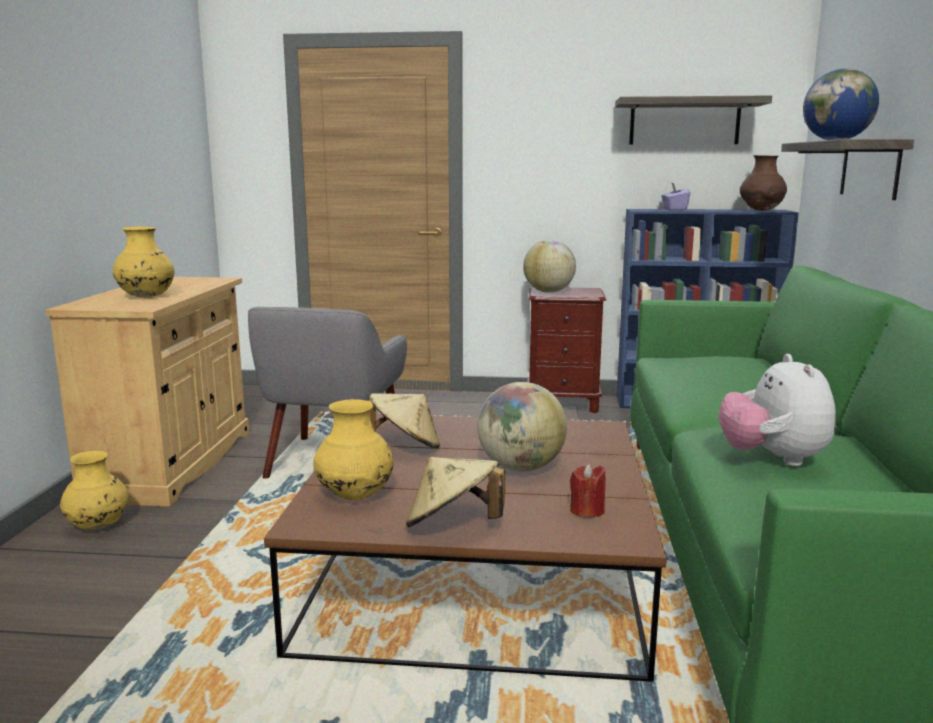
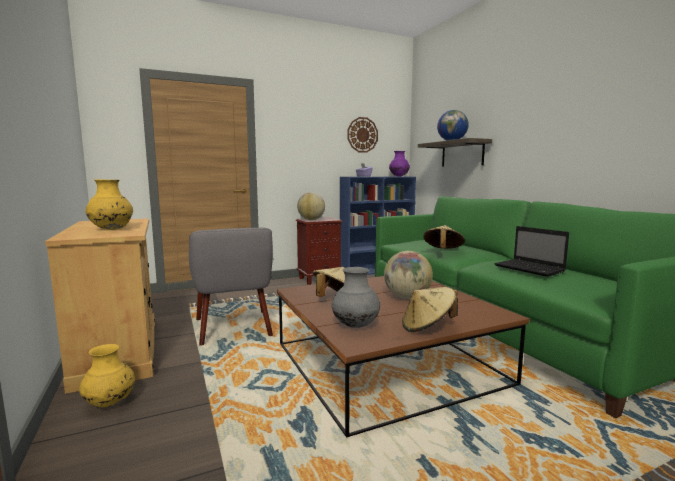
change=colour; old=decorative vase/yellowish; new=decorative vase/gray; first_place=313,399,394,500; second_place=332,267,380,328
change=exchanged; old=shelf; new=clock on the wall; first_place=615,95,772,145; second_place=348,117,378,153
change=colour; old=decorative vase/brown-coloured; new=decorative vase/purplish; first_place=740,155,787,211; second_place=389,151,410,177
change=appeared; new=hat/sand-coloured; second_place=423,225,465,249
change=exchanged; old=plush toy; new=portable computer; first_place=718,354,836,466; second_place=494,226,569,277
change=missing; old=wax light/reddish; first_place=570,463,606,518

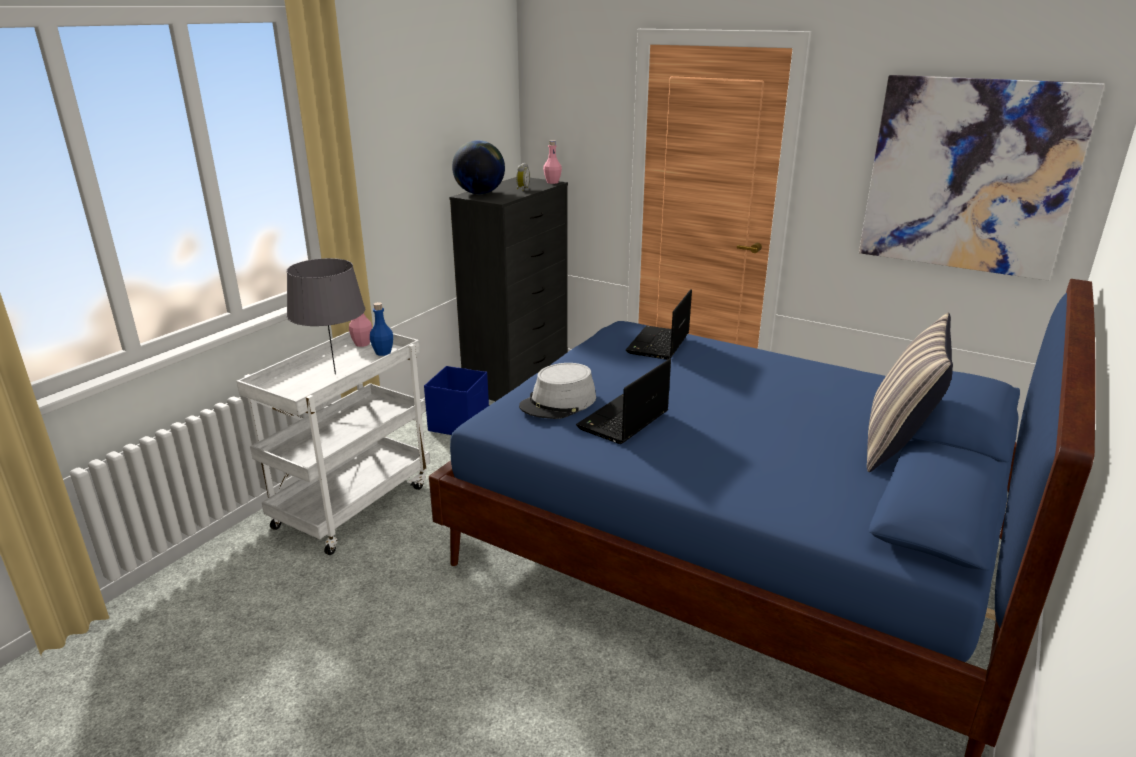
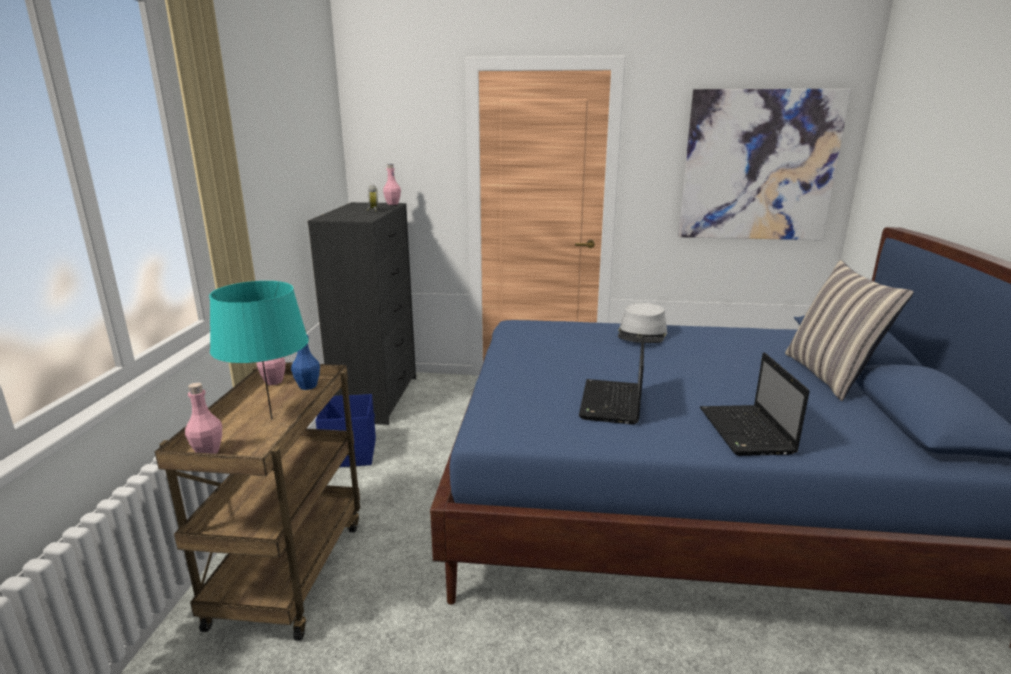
change=colour; old=trolley/white-coloured; new=trolley/brown-coloured; first_place=236,332,430,555; second_place=155,362,360,641
change=appeared; new=drink bottle/pink-coloured; second_place=185,382,222,454
change=colour; old=lamp for a table/gray; new=lamp for a table/turquoise-coloured; first_place=287,258,365,375; second_place=209,281,309,419
change=relocated; old=hat/gray; first_place=519,363,596,419; second_place=618,303,667,343
change=relocated; old=portable computer; first_place=626,289,692,360; second_place=700,352,810,456
change=missing; old=desk globe; first_place=452,140,505,194

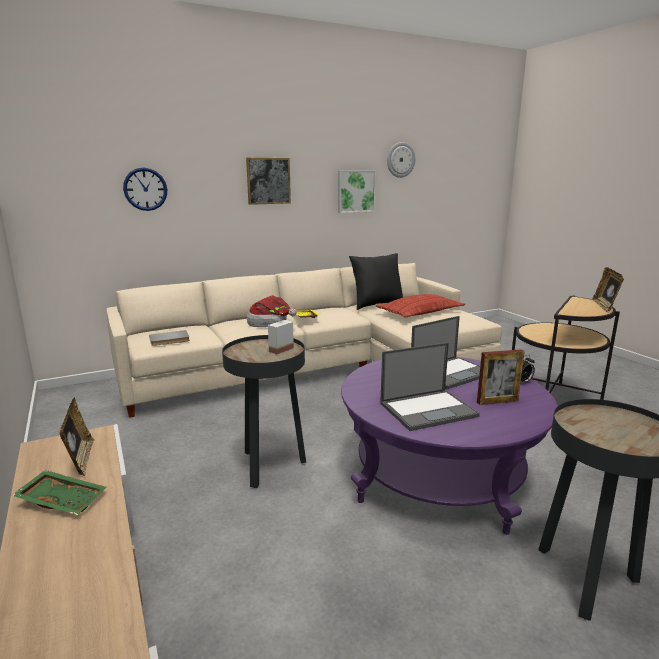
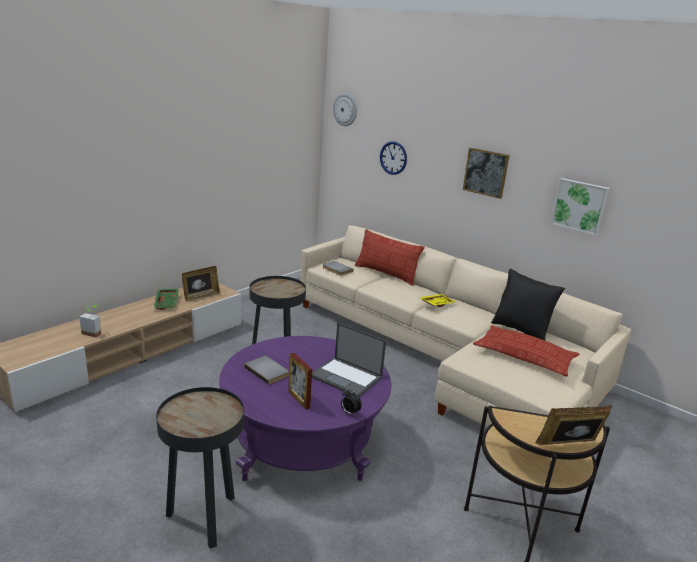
change=relocated; old=plant in a pot; first_place=268,306,294,354; second_place=80,305,101,338
change=exchanged; old=portable computer; new=volume/gray; first_place=380,342,480,431; second_place=244,356,289,385
change=relocated; old=clock on the wall; first_place=387,142,416,178; second_place=333,93,357,126
change=appeared; new=cushion; second_place=355,229,424,286
change=missing; old=hat; first_place=247,295,297,327

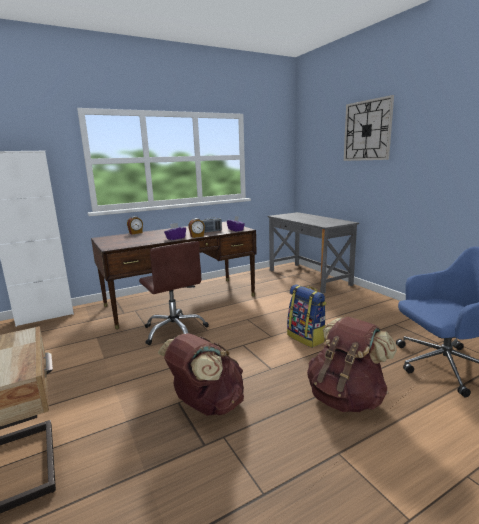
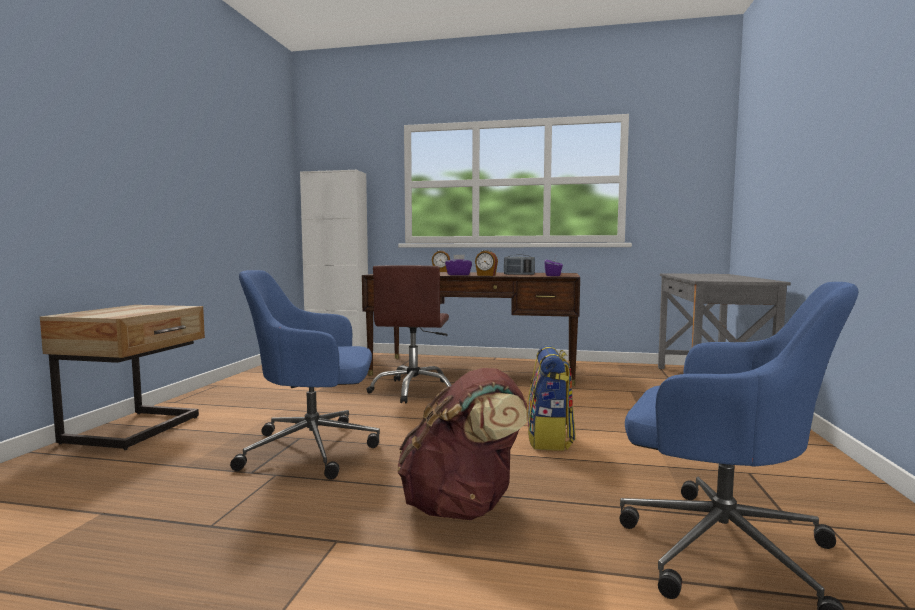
change=exchanged; old=rucksack/brown-coloured; new=desk chair/bluish; first_place=158,333,244,416; second_place=230,270,380,480
change=missing; old=clock on the wall; first_place=344,95,394,161

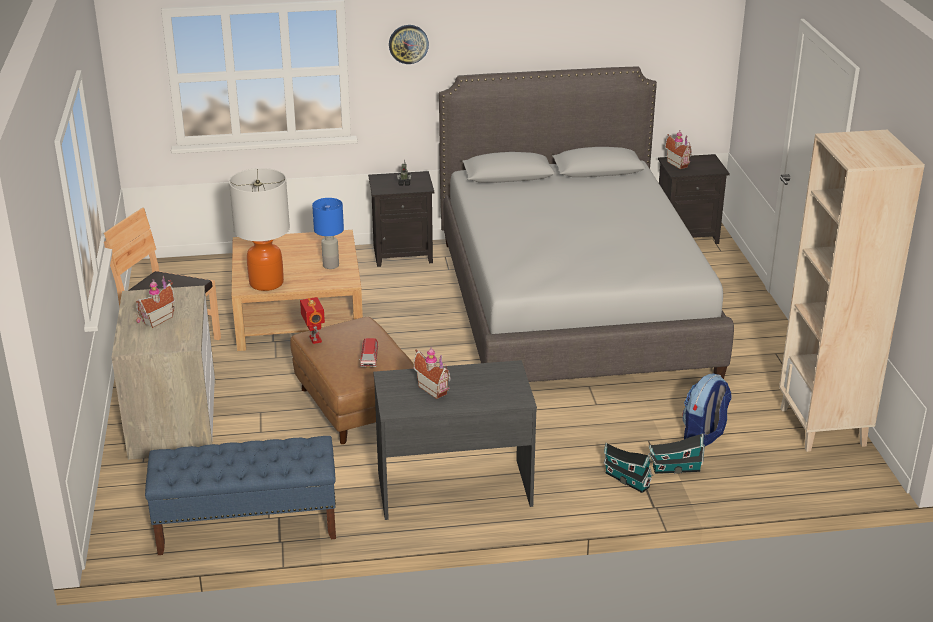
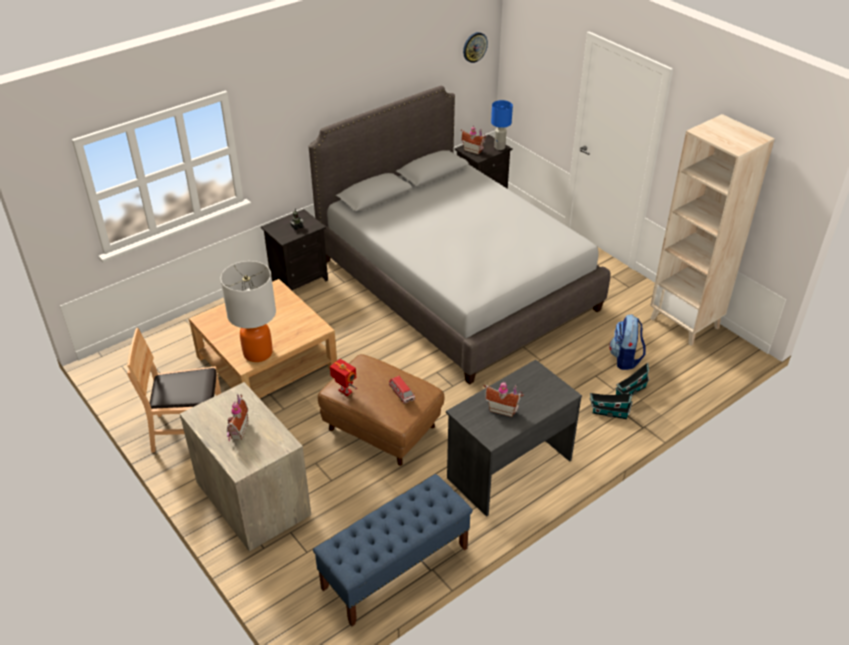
change=relocated; old=clock on the wall; first_place=389,25,429,64; second_place=463,32,488,63
change=relocated; old=lamp for a table/bluish; first_place=312,198,344,269; second_place=491,100,513,150

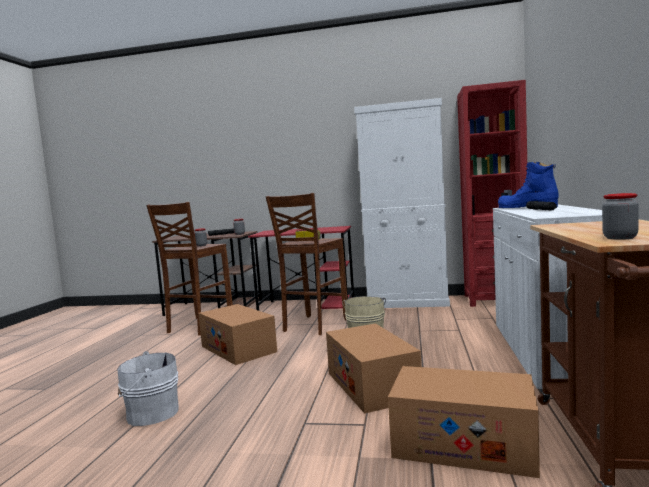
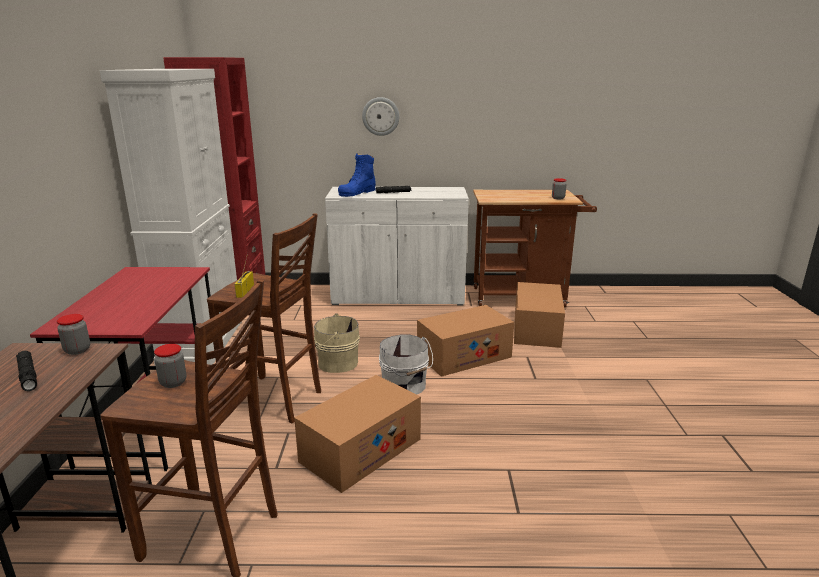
change=appeared; new=clock on the wall; second_place=362,97,399,136
change=relocated; old=pail/white-coloured; first_place=117,351,179,426; second_place=379,334,433,394

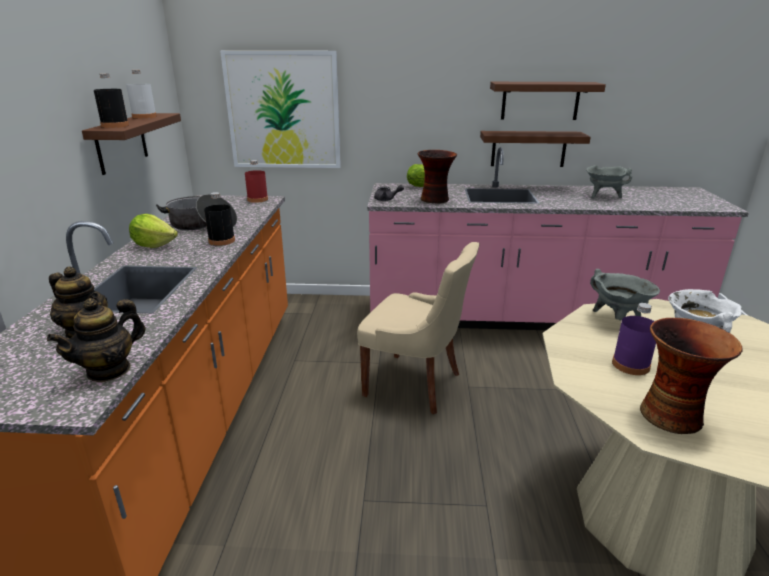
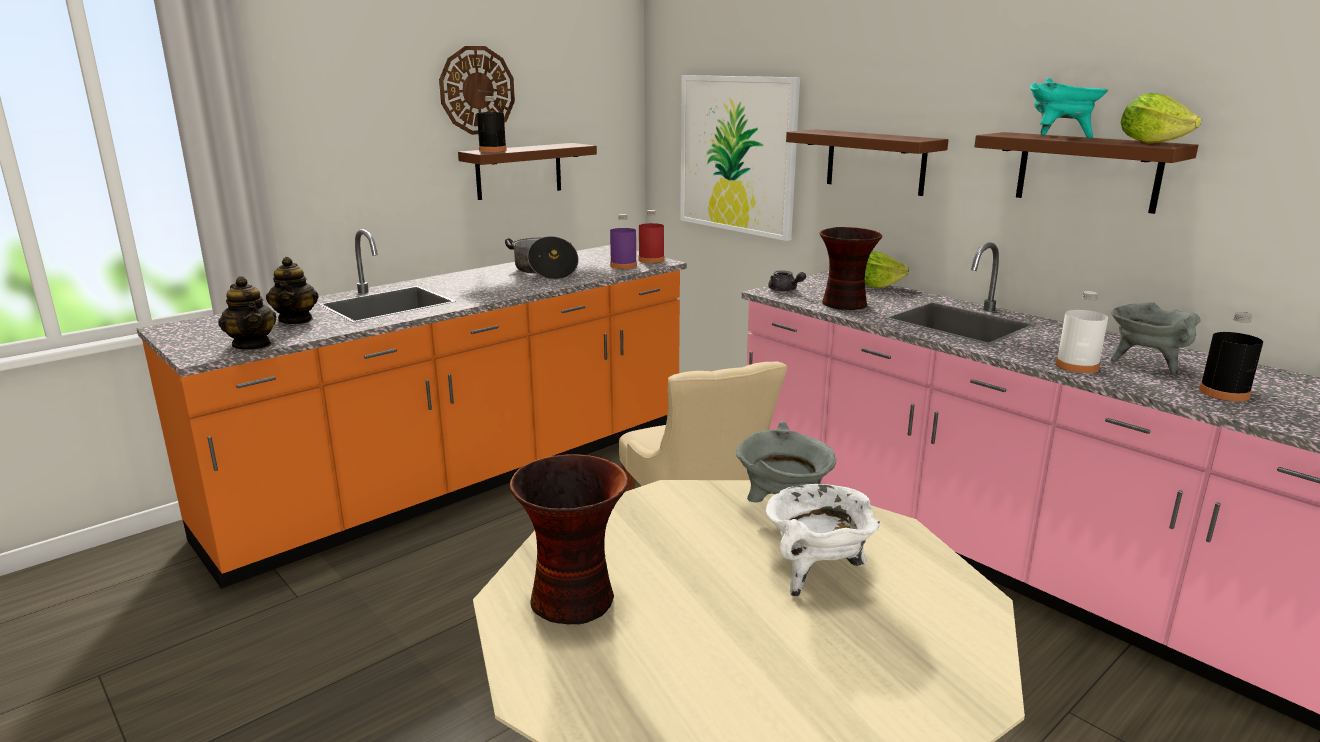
change=spun; old=pot for tea; first_place=47,298,145,382; second_place=218,276,277,350; degrees=-120
change=appeared; new=clock on the wall; second_place=439,46,515,135
change=relocated; old=drink bottle/purplish; first_place=612,303,656,375; second_place=610,214,637,269
change=relocated; old=shelf/brown-coloured; first_place=480,131,591,167; second_place=786,129,949,196
change=appeared; new=saucepot/turquoise-coloured; second_place=1030,78,1108,138
change=relocated; old=drink bottle/white-coloured; first_place=126,70,157,119; second_place=1056,291,1108,373
change=relocated; old=lettuce head; first_place=129,214,178,248; second_place=1121,93,1201,144
change=relocated; old=drink bottle/black-coloured; first_place=204,192,235,246; second_place=1199,312,1263,402

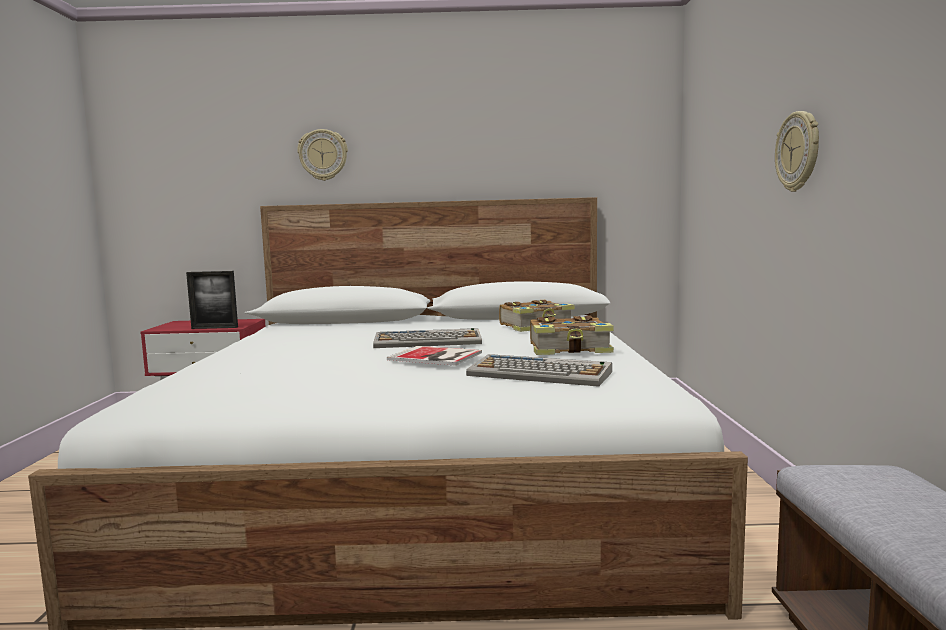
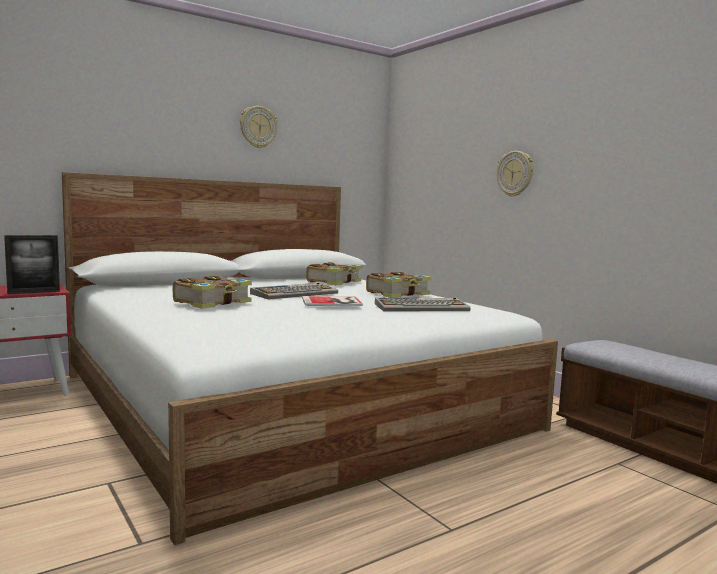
change=appeared; new=volume; second_place=173,276,252,309
change=relocated; old=clock on the wall; first_place=297,129,348,181; second_place=240,106,278,148

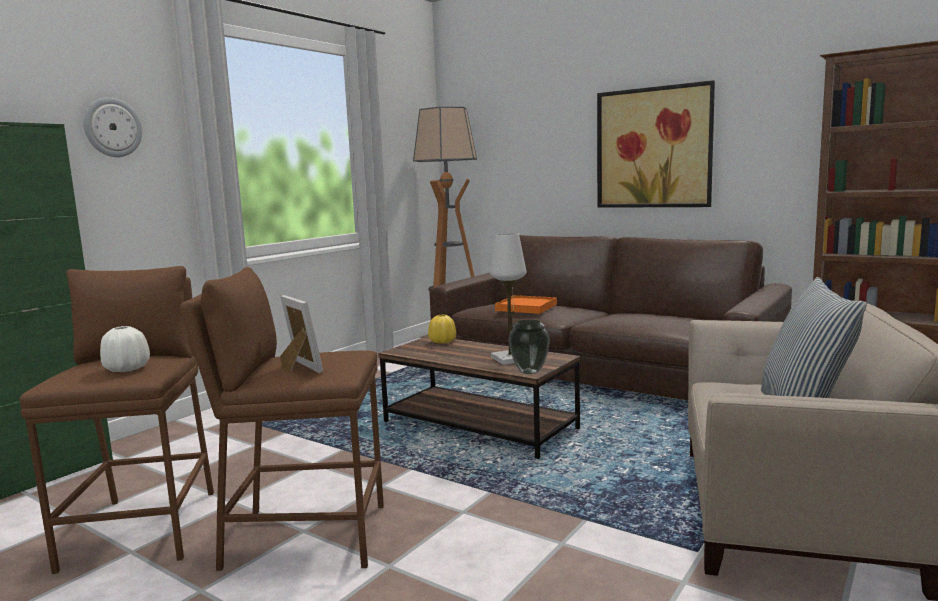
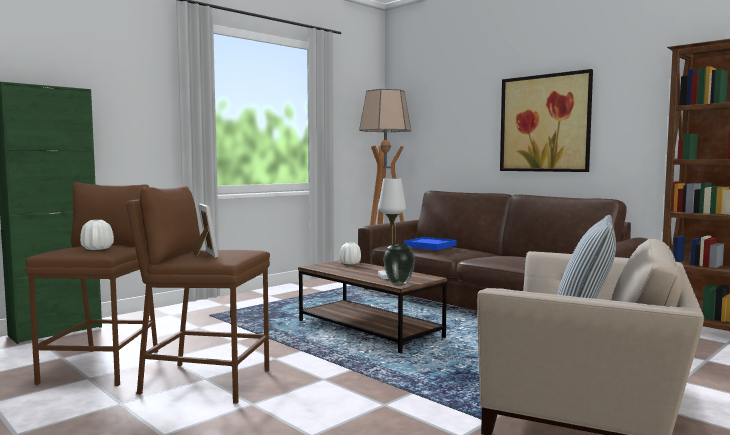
change=colour; old=decorative vase/yellowish; new=decorative vase/white-coloured; first_place=428,315,456,343; second_place=339,242,361,264
change=colour; old=carrying tray/orange-coloured; new=carrying tray/bluish; first_place=495,295,557,314; second_place=404,237,457,250
change=missing; old=clock on the wall; first_place=83,97,142,157

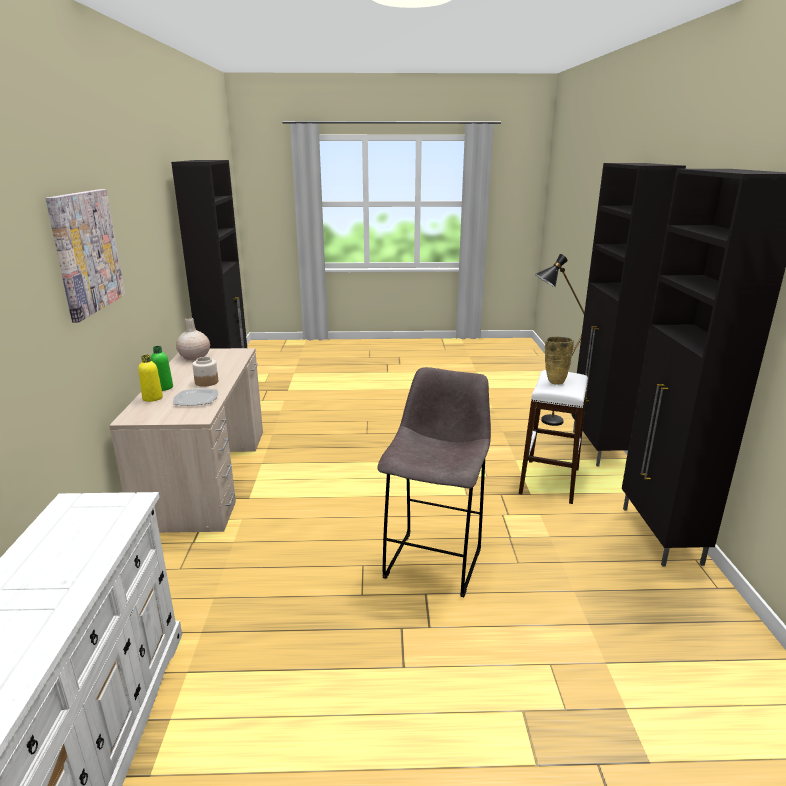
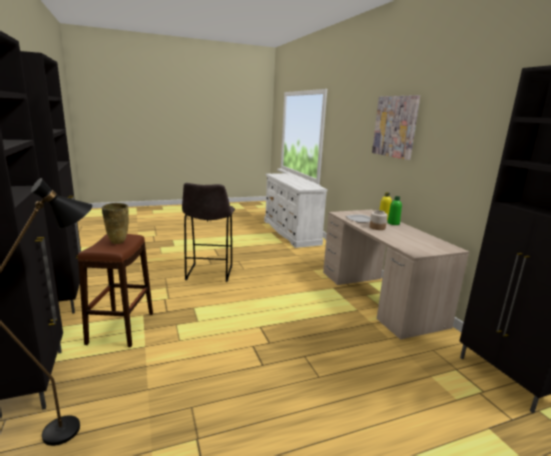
change=colour; old=stool/white-coloured; new=stool/brown-coloured; first_place=519,370,588,504; second_place=78,234,153,347
change=missing; old=decorative vase/sand-coloured; first_place=176,318,210,360

